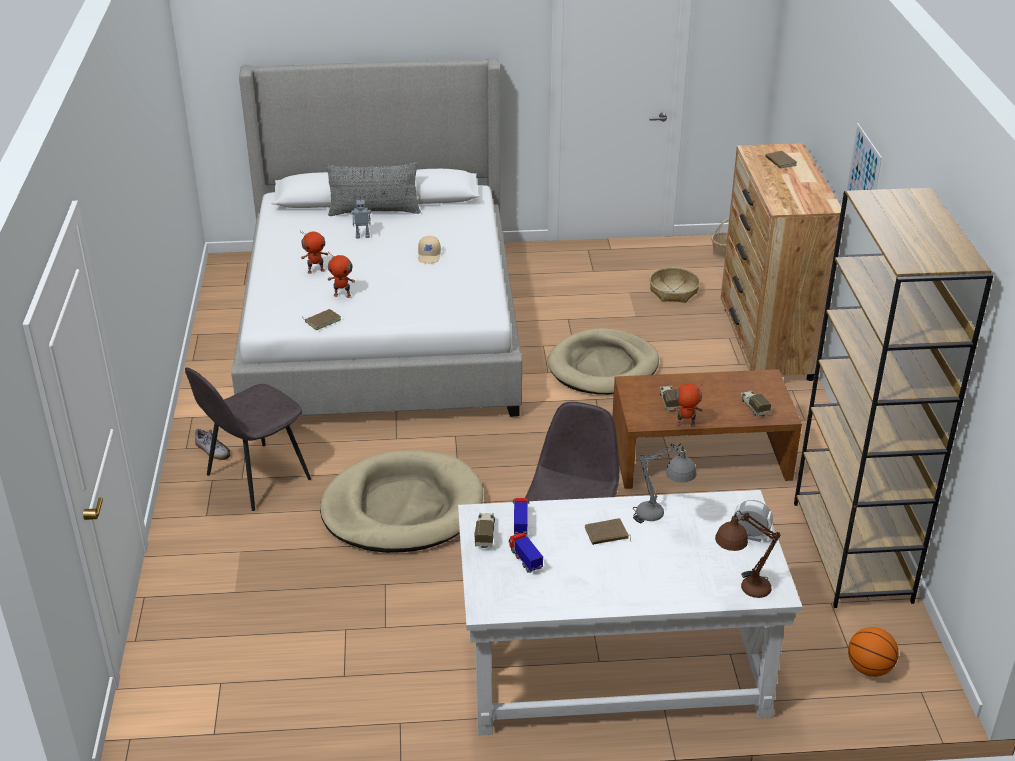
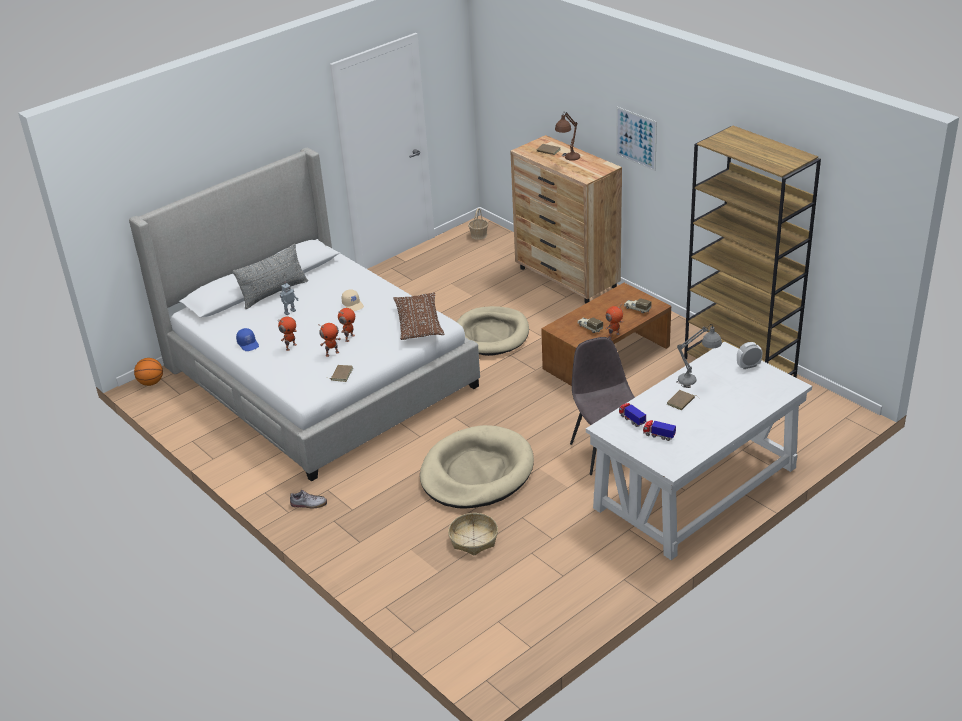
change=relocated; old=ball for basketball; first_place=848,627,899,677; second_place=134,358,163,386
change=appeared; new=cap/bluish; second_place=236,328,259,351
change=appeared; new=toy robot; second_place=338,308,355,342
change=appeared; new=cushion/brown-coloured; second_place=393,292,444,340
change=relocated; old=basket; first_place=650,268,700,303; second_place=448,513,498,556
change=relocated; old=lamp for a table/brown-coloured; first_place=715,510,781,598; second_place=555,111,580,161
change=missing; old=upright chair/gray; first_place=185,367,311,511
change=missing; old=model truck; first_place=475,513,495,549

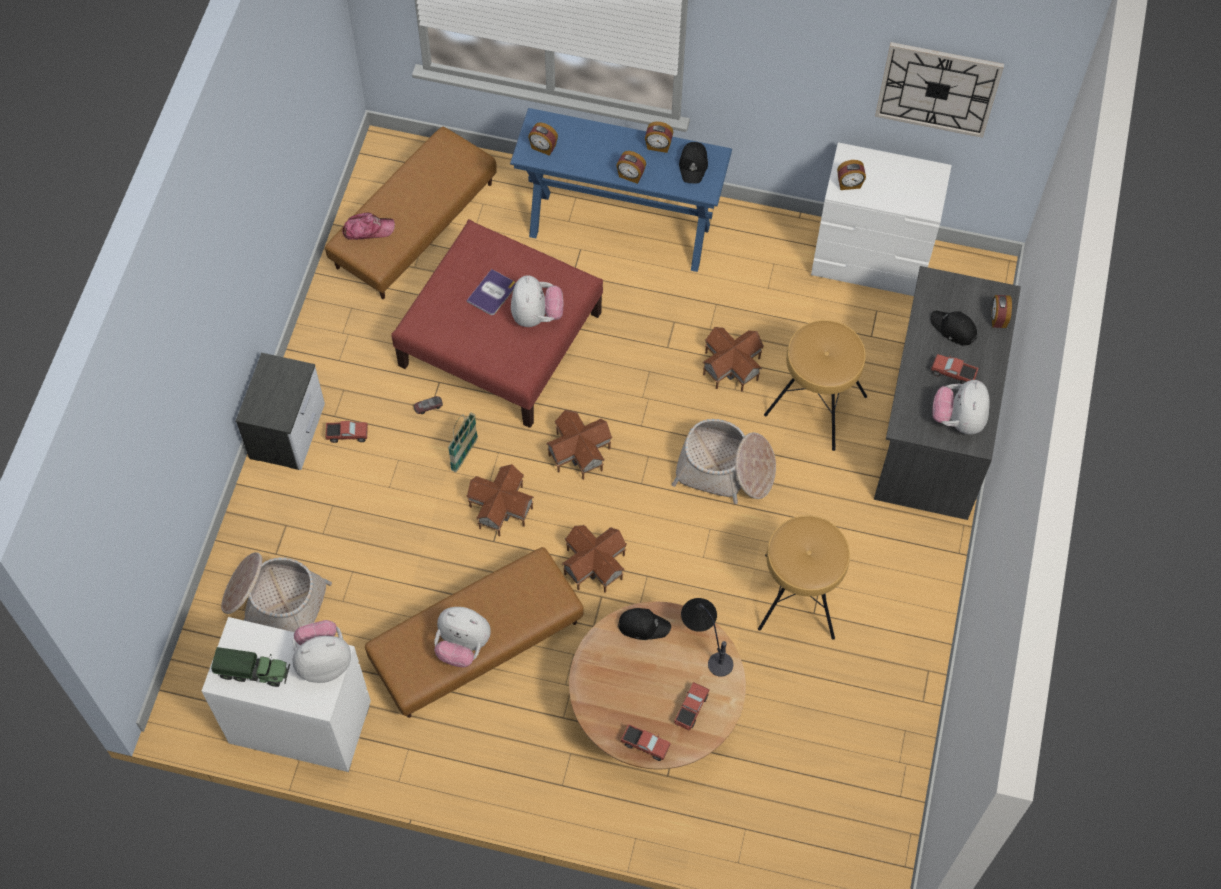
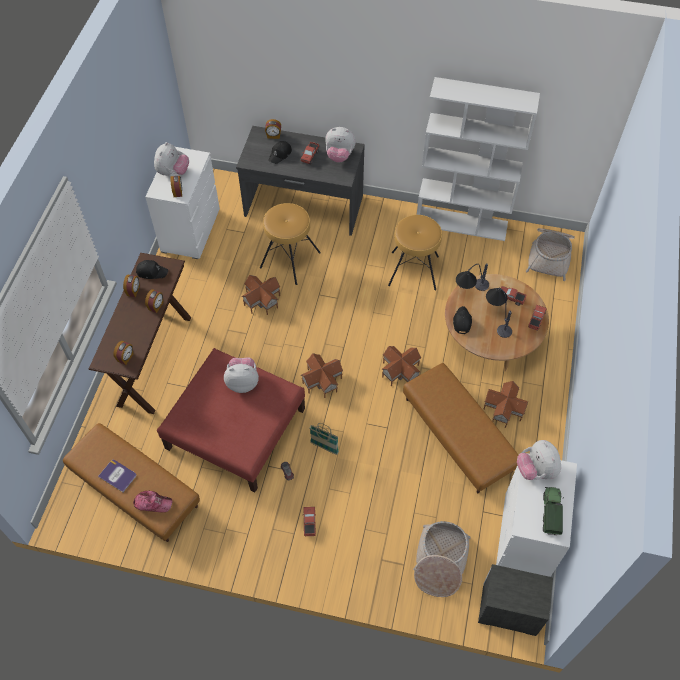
change=colour; old=hall table/bluish; new=hall table/brown-coloured; first_place=510,108,732,272; second_place=89,253,191,414
change=relocated; old=volume; first_place=467,269,516,315; second_place=98,460,136,492
change=spun; old=cap; first_place=342,213,395,240; second_place=133,491,172,513; degrees=105
change=relocated; old=plush toy; first_place=434,607,491,668; second_place=154,142,189,176
change=appeared; new=shelving unit/white-coloured; second_place=417,77,540,241
change=relocated; old=bedside table; first_place=236,353,325,470; second_place=478,564,553,636
change=relocated; old=toy house; first_place=466,464,534,537; second_place=483,381,528,428
change=appeared; new=lamp for a table; second_place=486,287,512,338
change=relocated; old=basket; first_place=671,419,776,504; second_place=526,228,575,281
change=missing; old=clock on the wall; first_place=875,42,1004,138

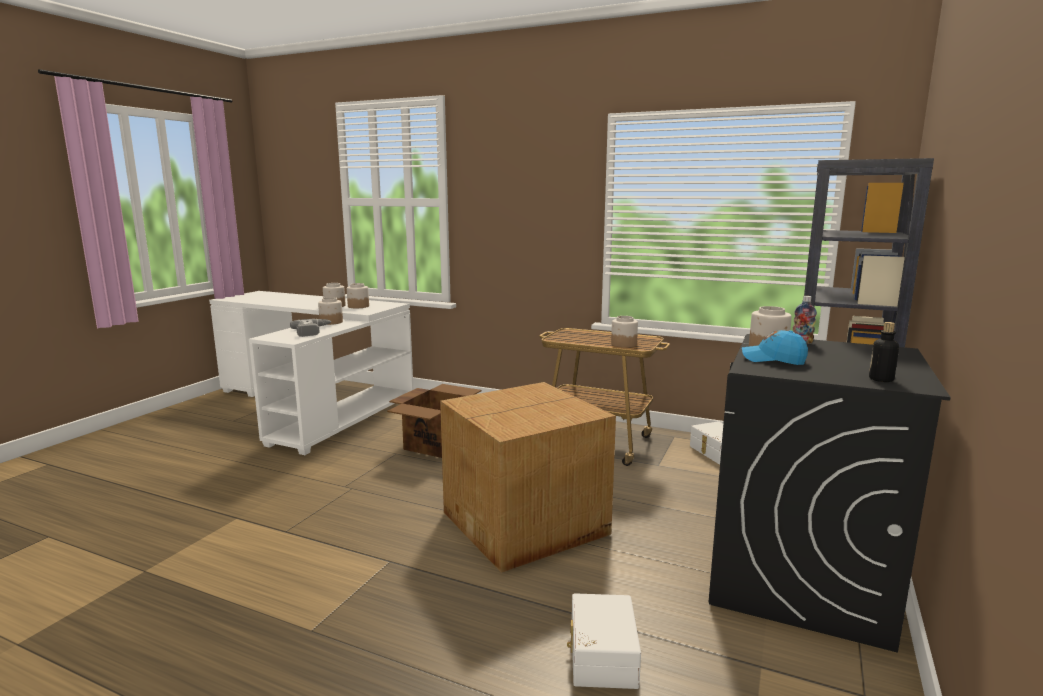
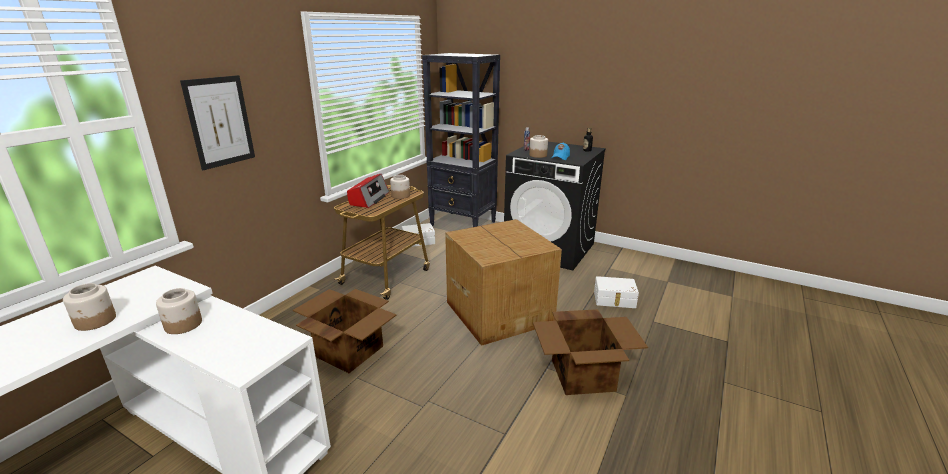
change=appeared; new=picture; second_place=180,75,255,170
change=appeared; new=radio; second_place=347,174,389,208
change=appeared; new=packing box; second_place=533,309,648,395
change=missing; old=drill; first_place=290,319,331,337
change=missing; old=jar; first_place=347,283,369,308

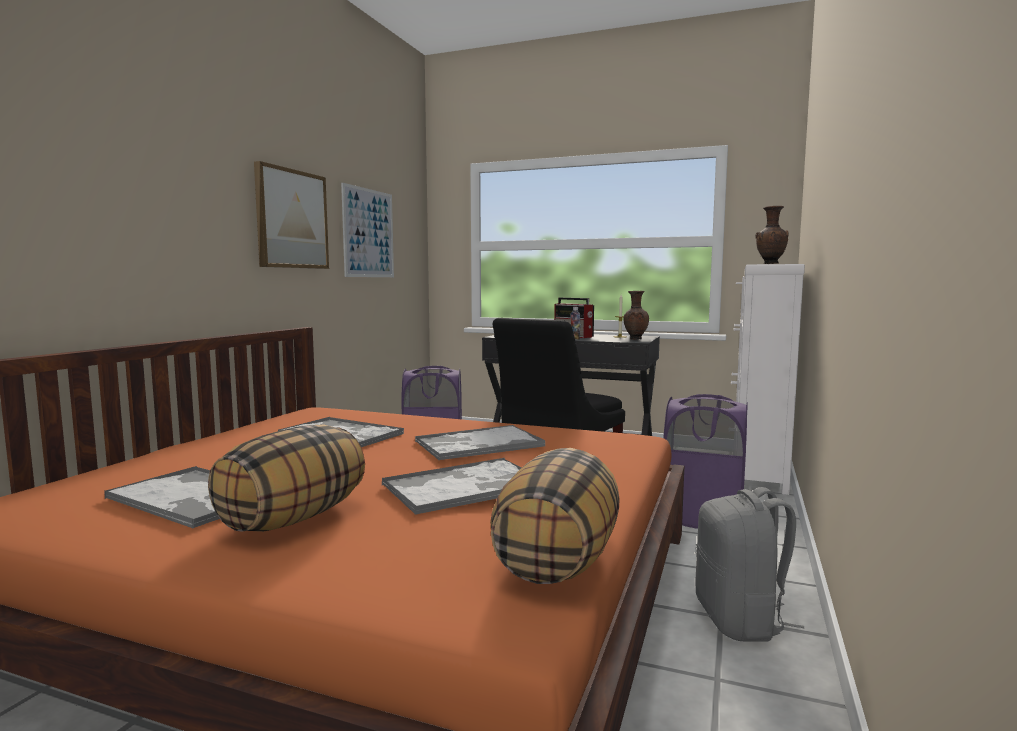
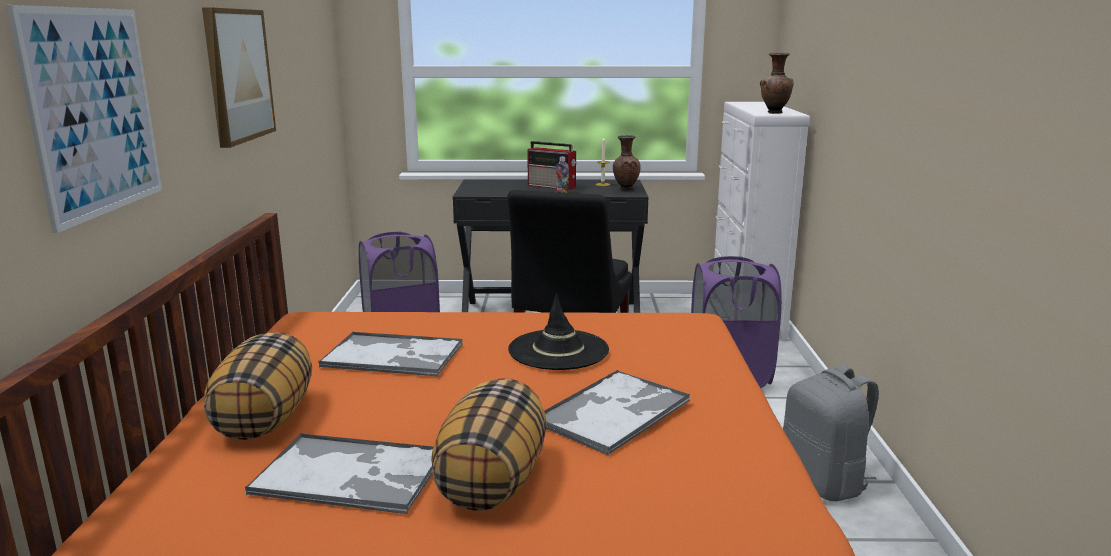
change=relocated; old=picture; first_place=341,183,394,277; second_place=7,5,162,233
change=relocated; old=cushion; first_place=490,448,619,584; second_place=204,332,312,440
change=exchanged; old=carrying tray; new=hat/black-coloured; first_place=415,425,545,460; second_place=508,293,609,370

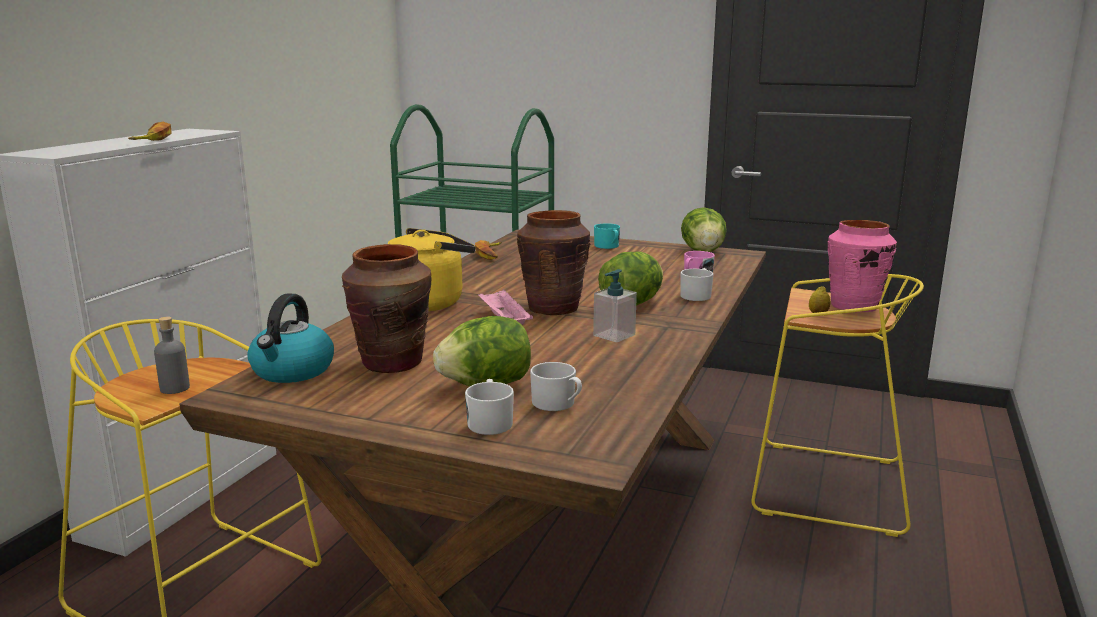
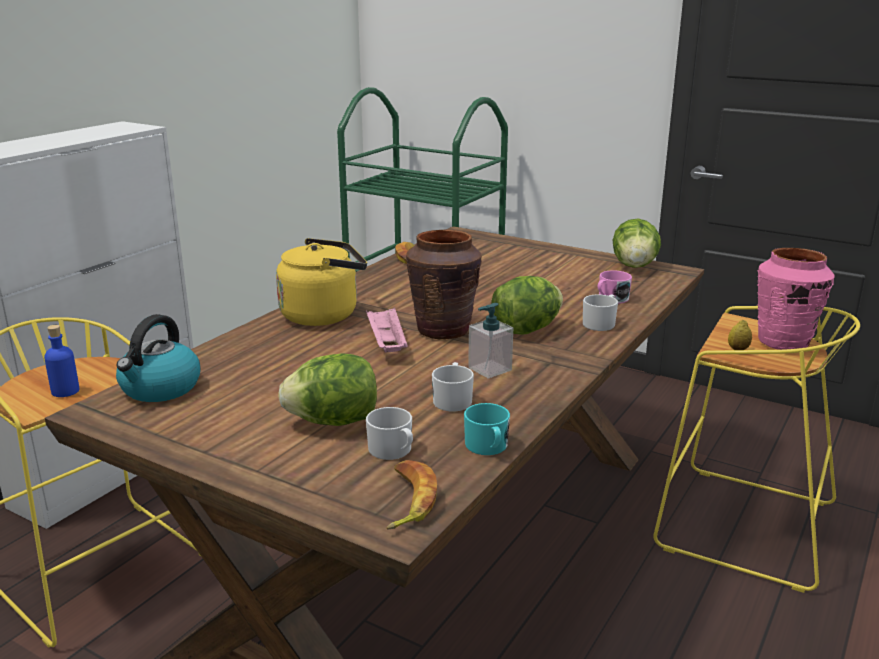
change=colour; old=drink bottle/gray; new=drink bottle/bluish; first_place=154,317,190,394; second_place=44,325,79,397
change=relocated; old=whole banana; first_place=128,122,172,141; second_place=387,460,437,530
change=relocated; old=mug/white-coloured; first_place=465,379,514,435; second_place=432,362,474,411
change=relocated; old=mug/turquoise-coloured; first_place=594,223,620,249; second_place=464,403,510,455
change=missing; old=decorative vase/brown-coloured; first_place=342,244,431,373

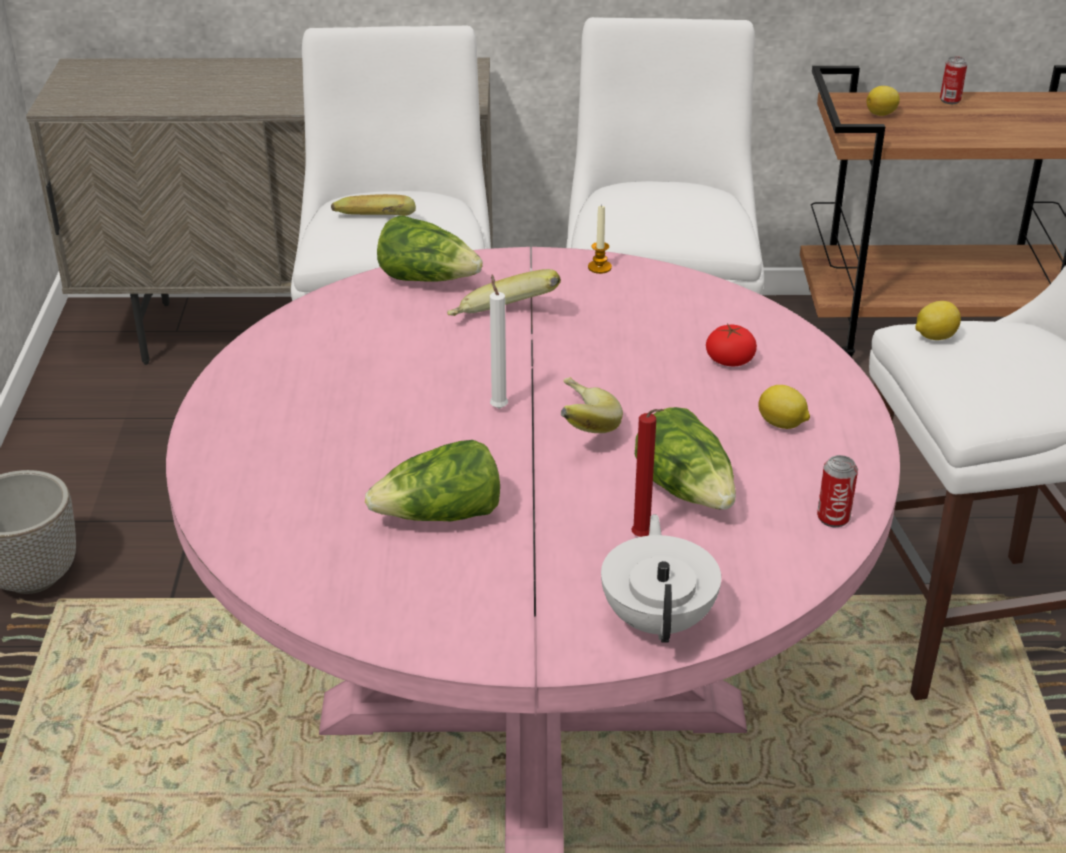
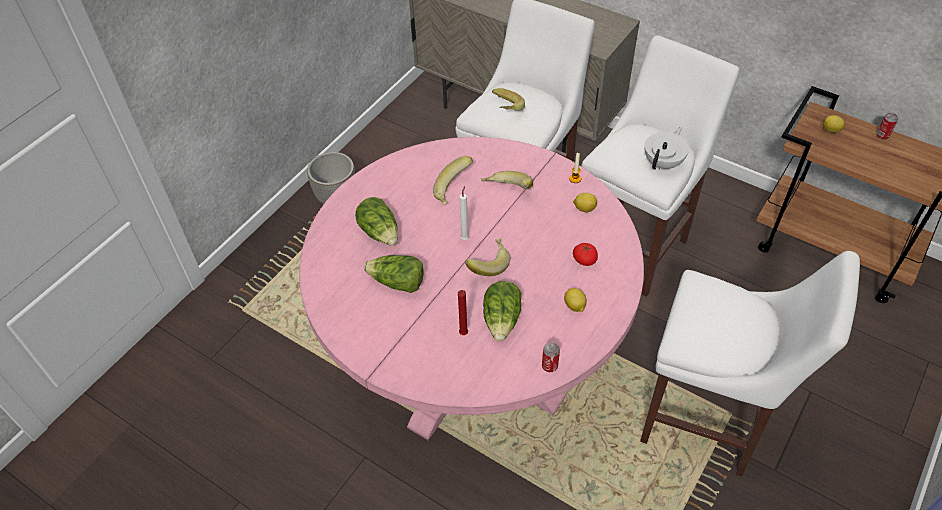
change=relocated; old=lettuce head; first_place=377,215,483,281; second_place=355,197,398,246
change=appeared; new=whole banana; second_place=433,156,473,205
change=relocated; old=whole lemon; first_place=915,301,961,340; second_place=573,193,597,212
change=relocated; old=pot for tea/white-coloured; first_place=601,514,721,643; second_place=644,127,689,170

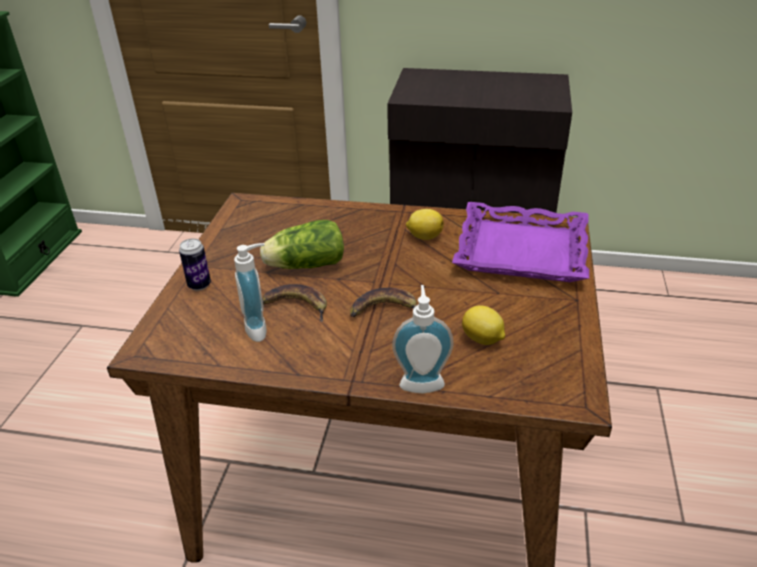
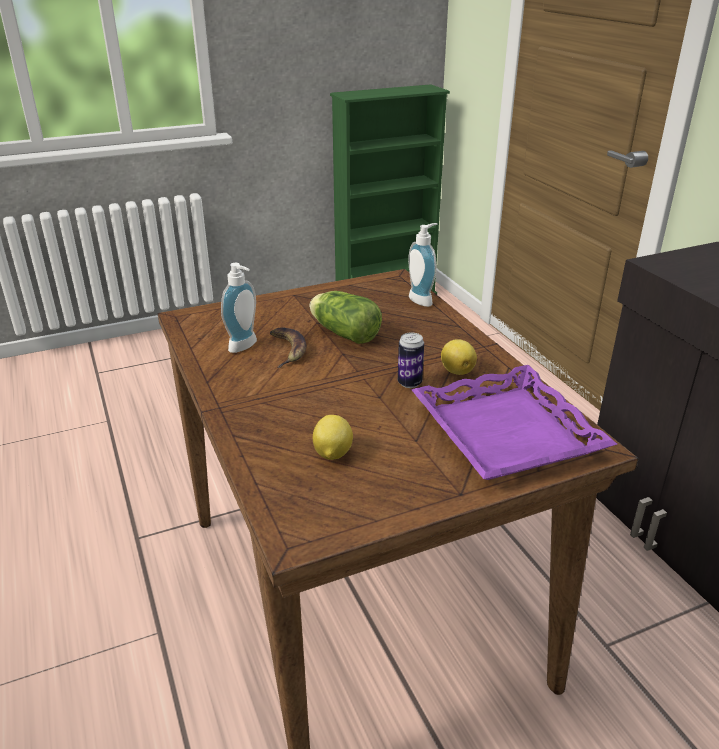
change=relocated; old=sealed can; first_place=179,238,211,291; second_place=398,332,424,388
change=relocated; old=liquid soap bottle; first_place=392,285,454,394; second_place=408,223,438,307
change=missing; old=whole banana; first_place=350,288,417,317

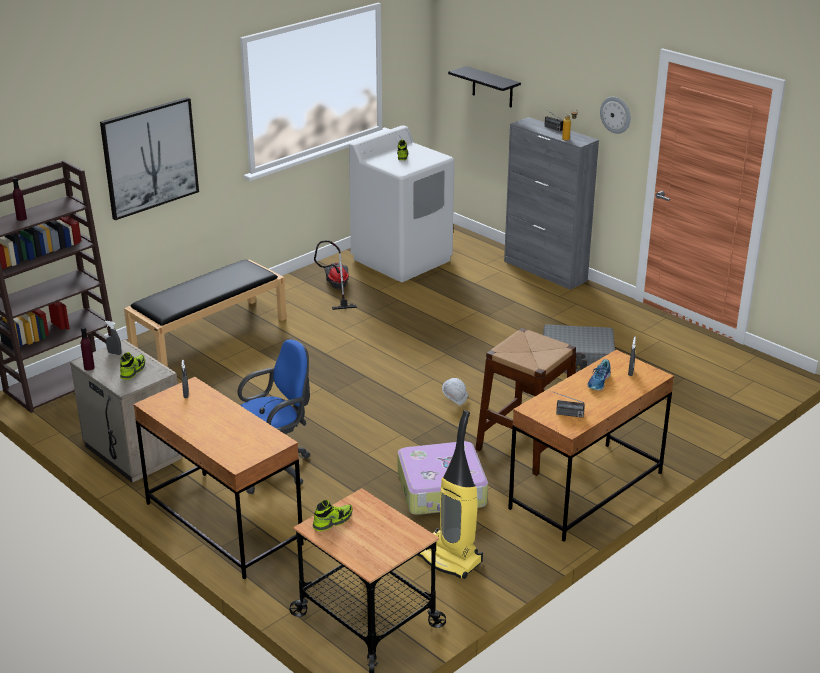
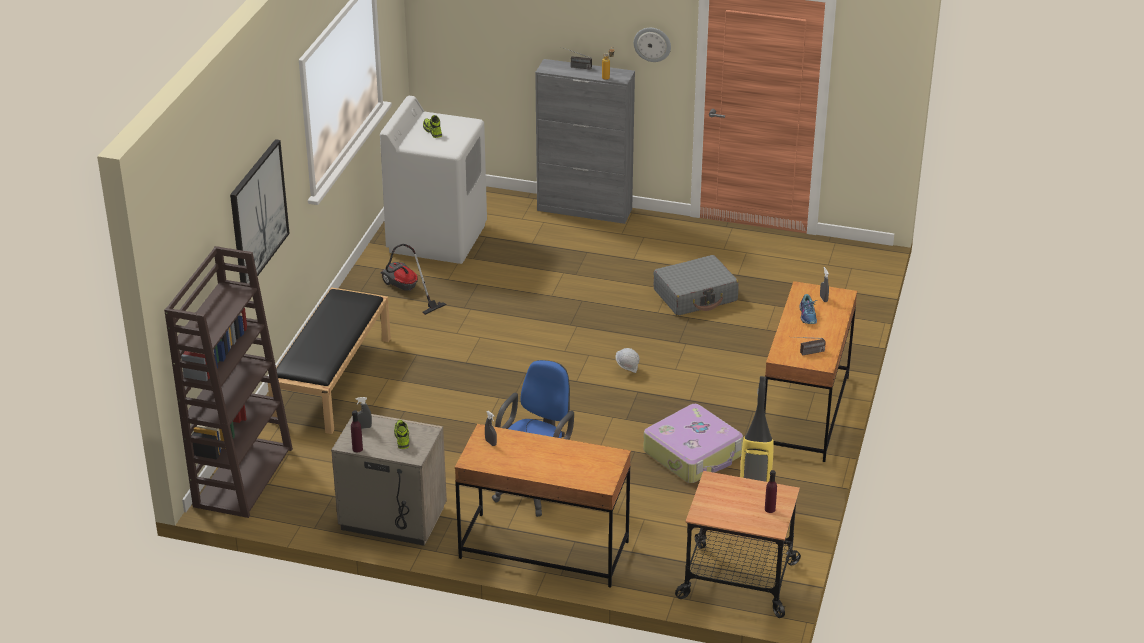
change=relocated; old=drink bottle/purplish; first_place=12,177,27,221; second_place=765,470,777,513
change=missing; old=shoe; first_place=313,500,353,531
change=missing; old=shelf/black-coloured; first_place=448,66,521,107
change=missing; old=stool/brown-coloured; first_place=475,328,576,476

